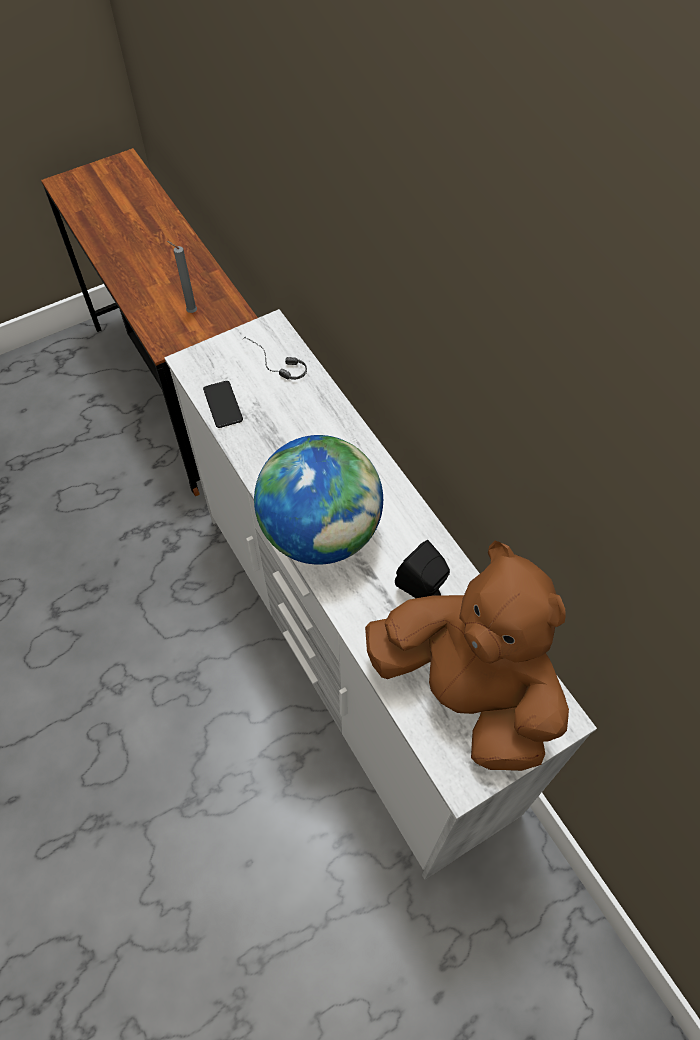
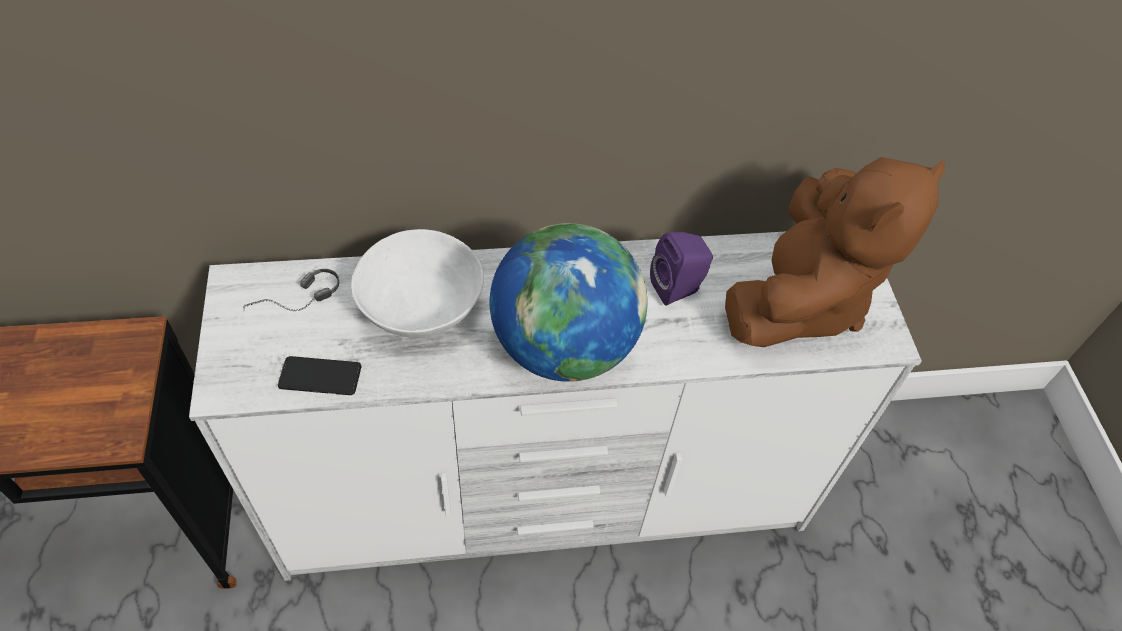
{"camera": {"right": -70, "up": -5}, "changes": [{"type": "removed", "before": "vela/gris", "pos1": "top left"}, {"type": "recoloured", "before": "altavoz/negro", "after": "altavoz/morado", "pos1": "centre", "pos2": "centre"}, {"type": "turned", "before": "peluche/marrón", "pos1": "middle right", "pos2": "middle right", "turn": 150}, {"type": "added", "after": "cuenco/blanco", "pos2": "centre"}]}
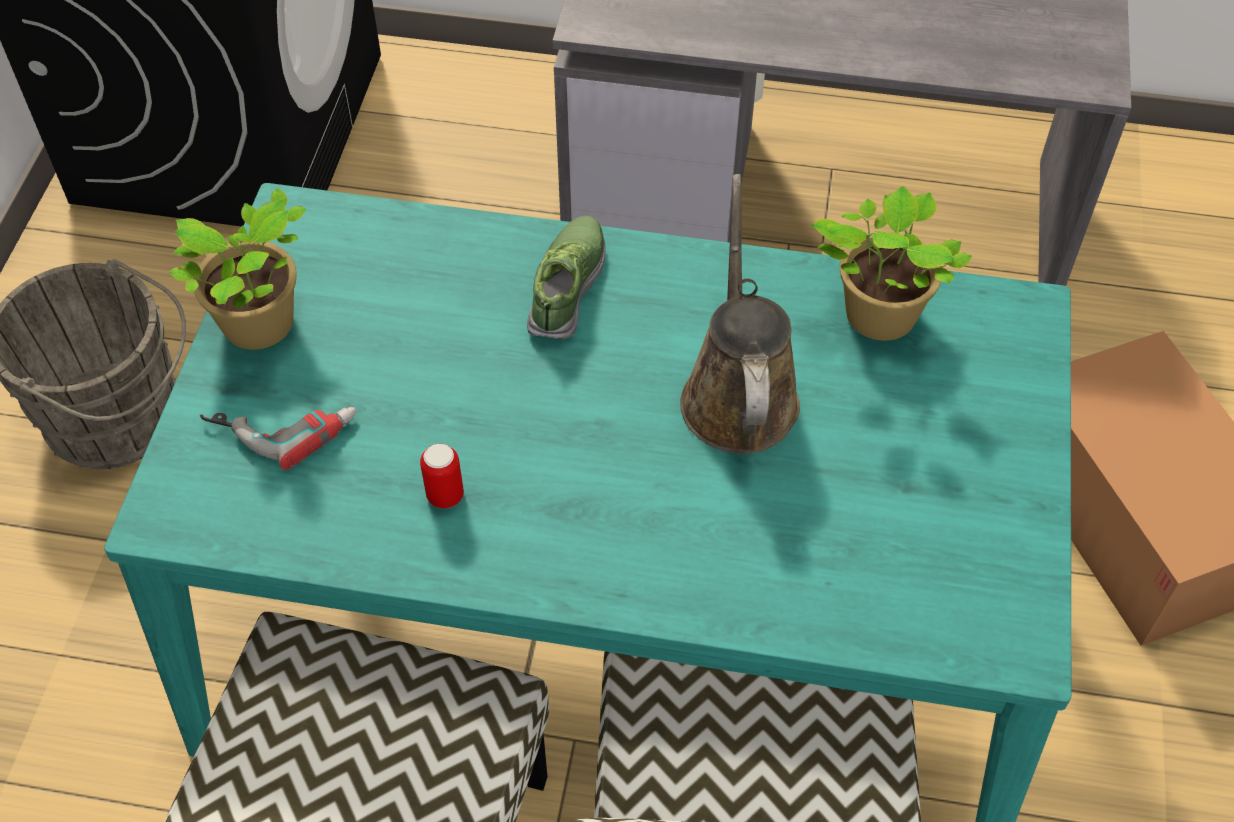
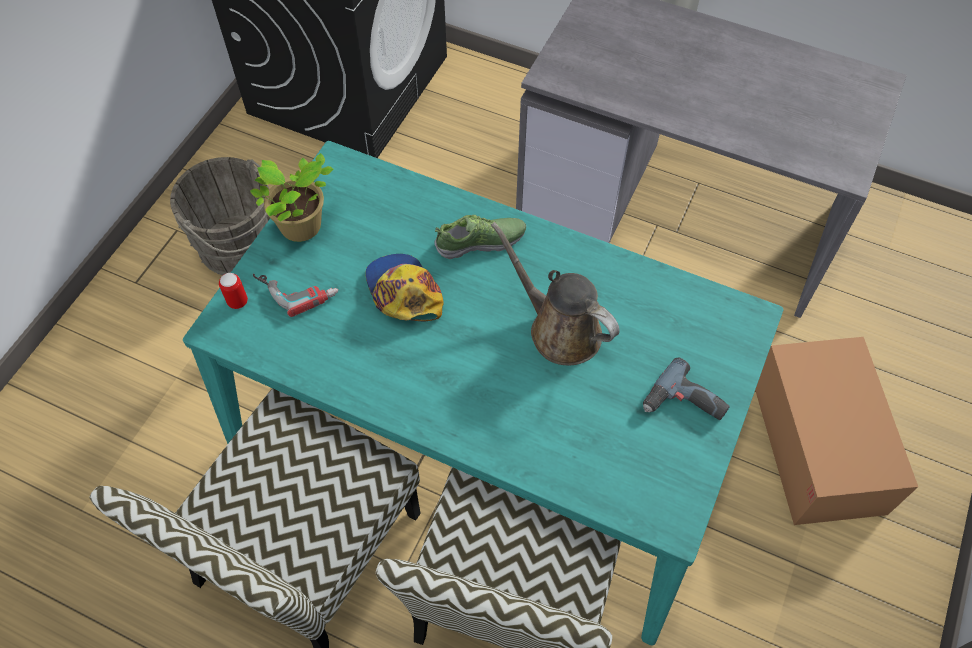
{"camera": {"right": 15, "up": 5}, "changes": [{"type": "turned", "before": "regadera/marrón", "pos1": "centre", "pos2": "centre", "turn": -60}, {"type": "removed", "before": "planta en maceta (2nd from left)", "pos1": "top right"}, {"type": "turned", "before": "zapato", "pos1": "centre", "pos2": "centre", "turn": 45}, {"type": "moved", "before": "lata", "pos1": "centre", "pos2": "middle left"}, {"type": "added", "after": "gorra", "pos2": "centre"}, {"type": "added", "after": "taladro (2nd from left)", "pos2": "middle right"}]}
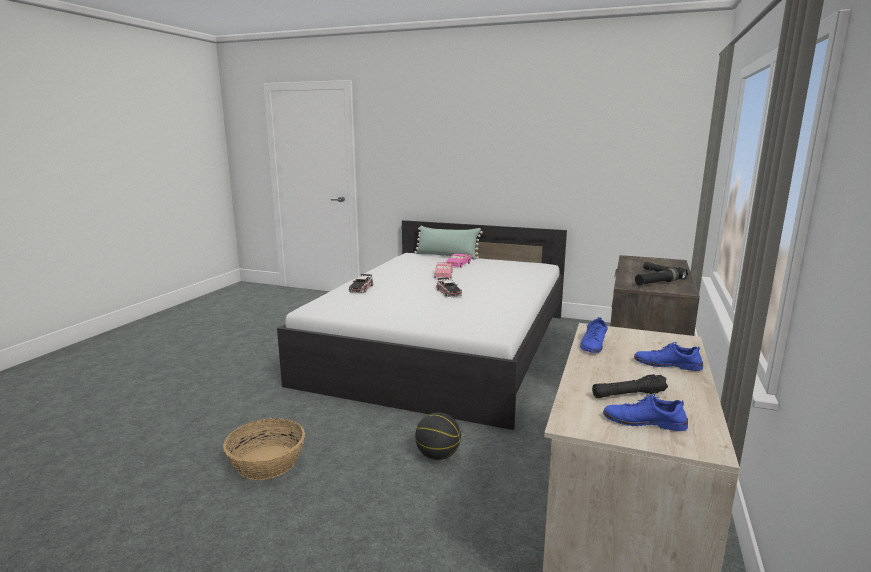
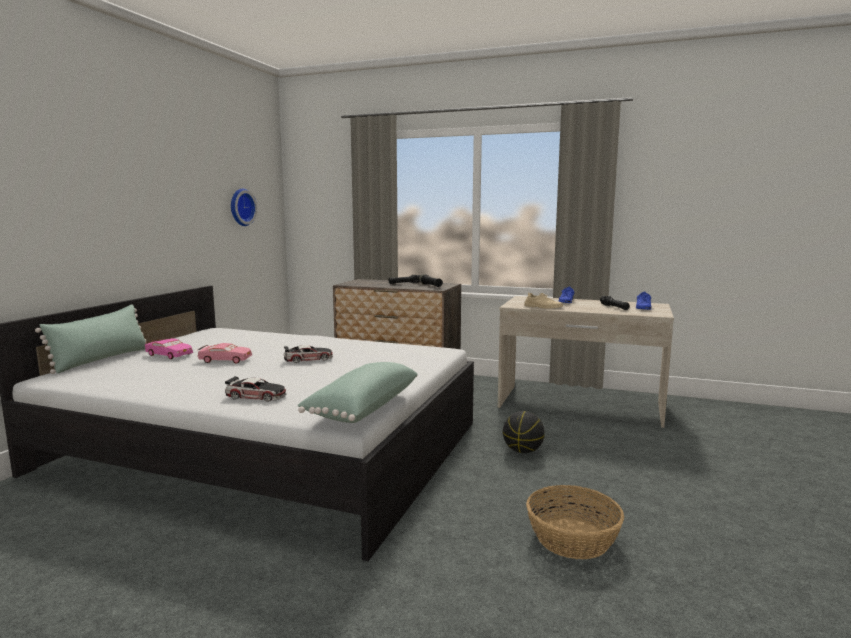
{"camera": {"right": -90, "up": -5}, "changes": [{"type": "recoloured", "before": "zapato/azul (1st from left)", "after": "zapato/beis", "pos1": "middle right", "pos2": "centre"}, {"type": "added", "after": "reloj de pared", "pos2": "top left"}, {"type": "added", "after": "cojín/verde (2nd from left)", "pos2": "centre"}]}
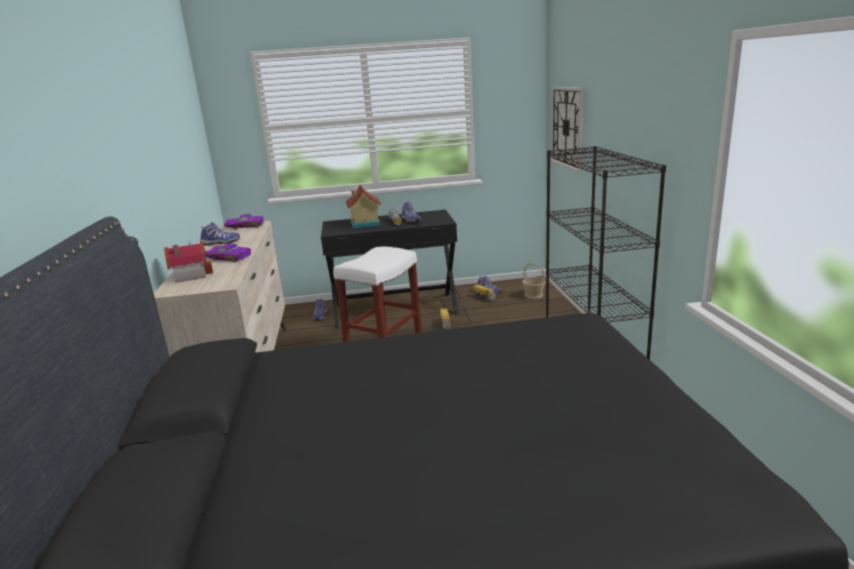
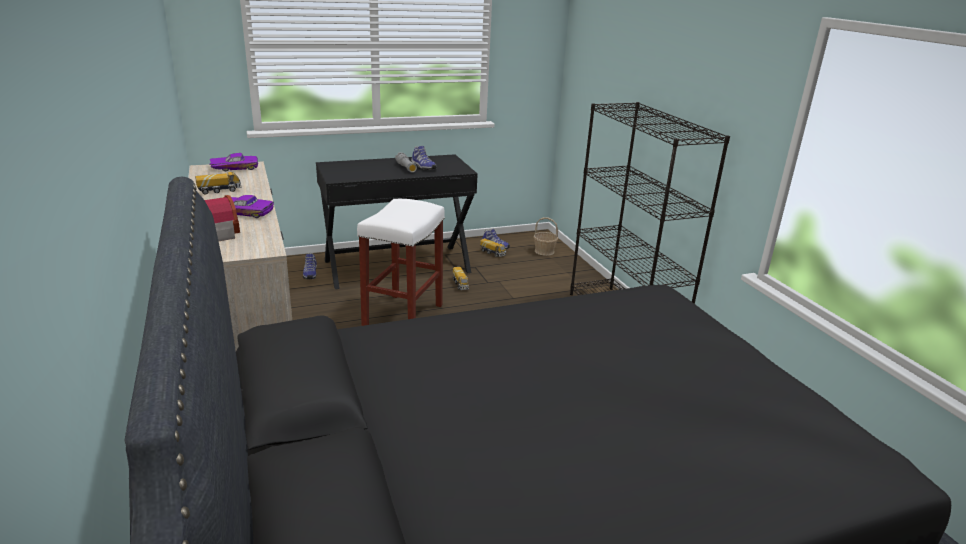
{"camera": {"right": -15, "up": 5}, "changes": [{"type": "removed", "before": "reloj de pared", "pos1": "top centre"}, {"type": "removed", "before": "casita (2nd from left)", "pos1": "centre"}, {"type": "replaced", "before": "zapato (1st from left)", "after": "camión de juguete (1st from left)", "pos1": "middle left", "pos2": "middle left"}]}
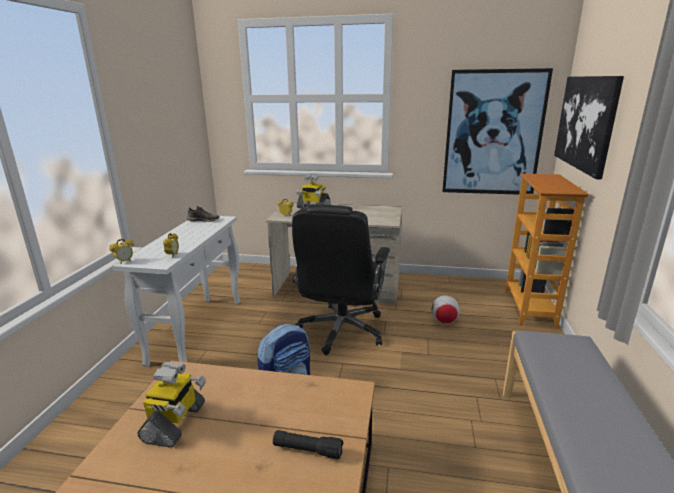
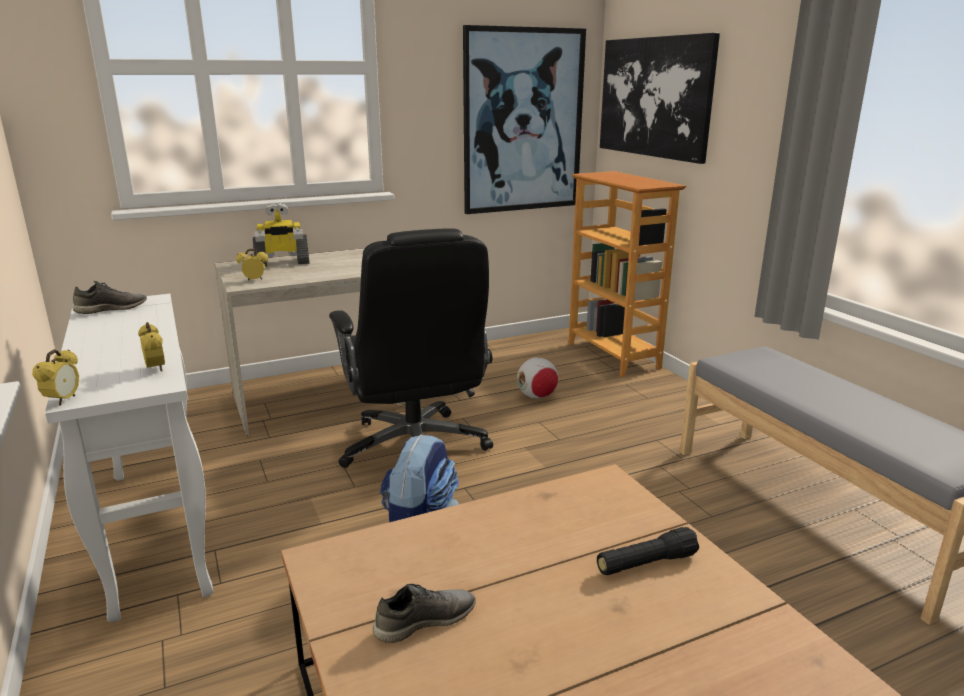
{"camera": {"right": -35, "up": 0}, "changes": [{"type": "replaced", "before": "robot de juguete (1st from left)", "after": "zapato/gris (2nd from left)", "pos1": "bottom left", "pos2": "bottom centre"}]}
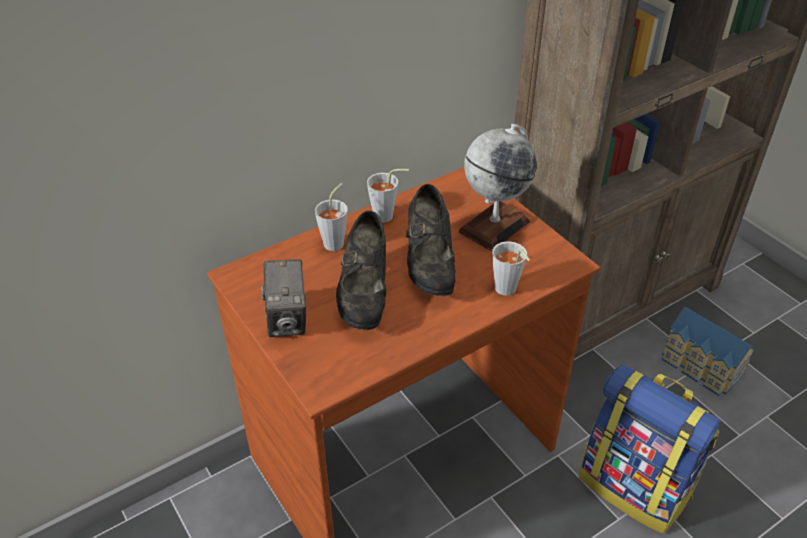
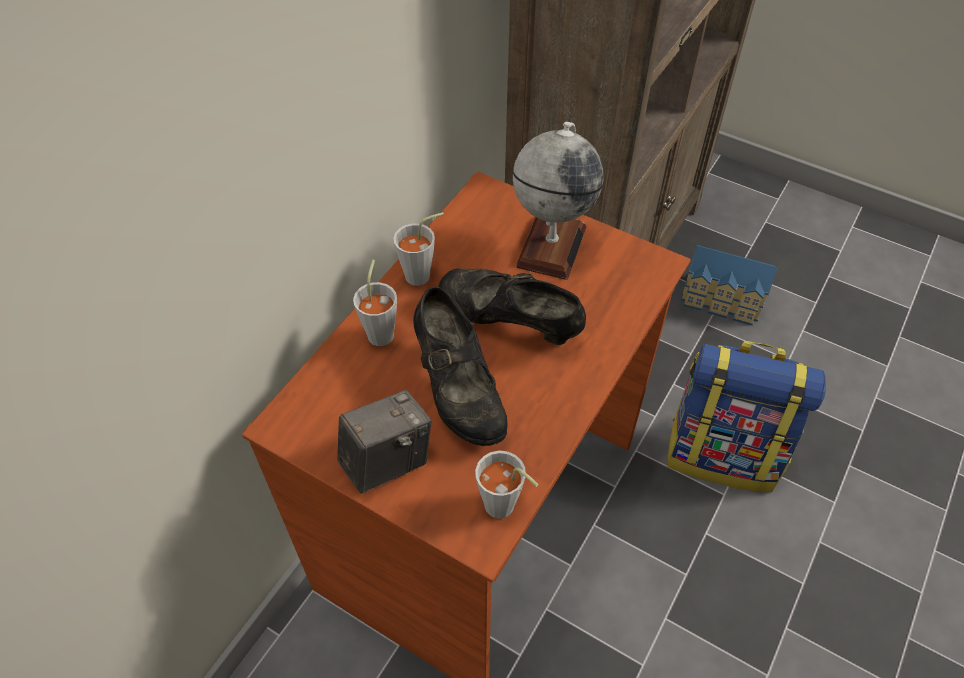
{"camera": {"right": -25, "up": 10}, "changes": [{"type": "turned", "before": "zapato/negro (2nd from left)", "pos1": "centre", "pos2": "centre", "turn": 150}, {"type": "moved", "before": "taza/gris (3rd from left)", "pos1": "centre", "pos2": "bottom centre"}, {"type": "turned", "before": "cámara", "pos1": "centre", "pos2": "centre", "turn": -90}]}
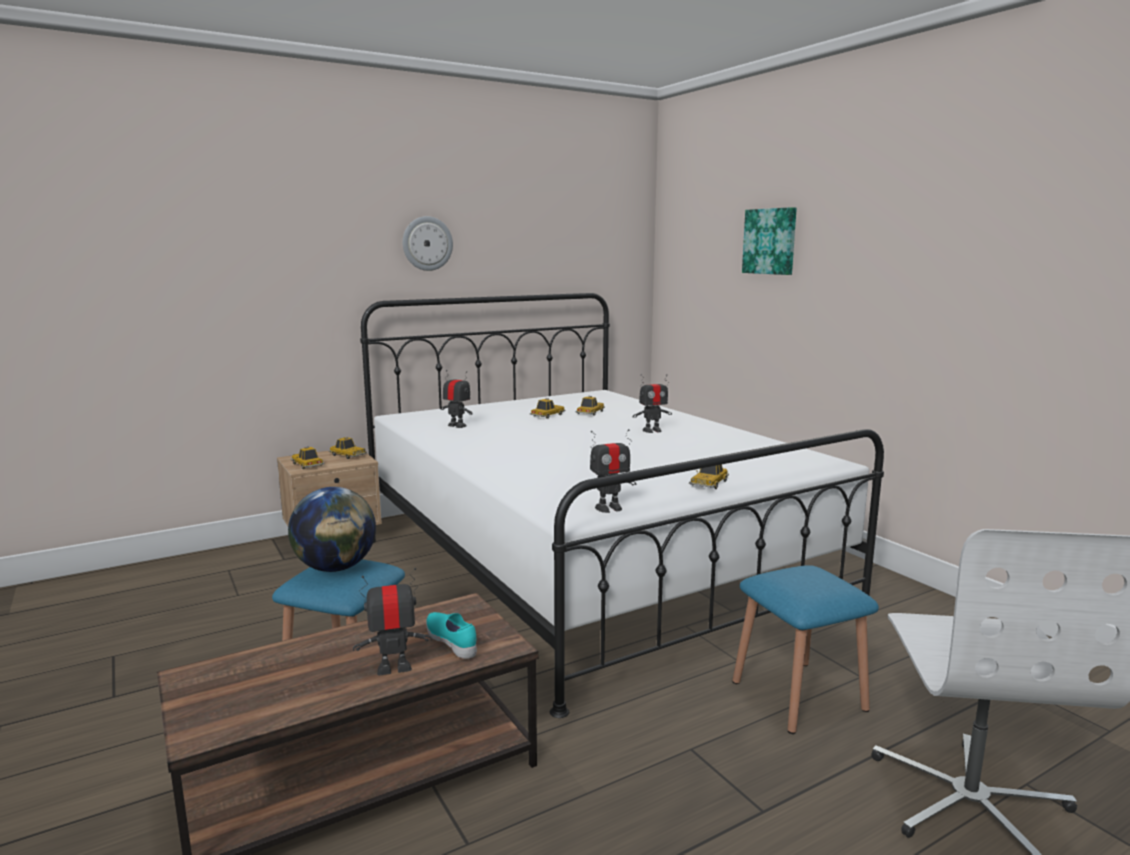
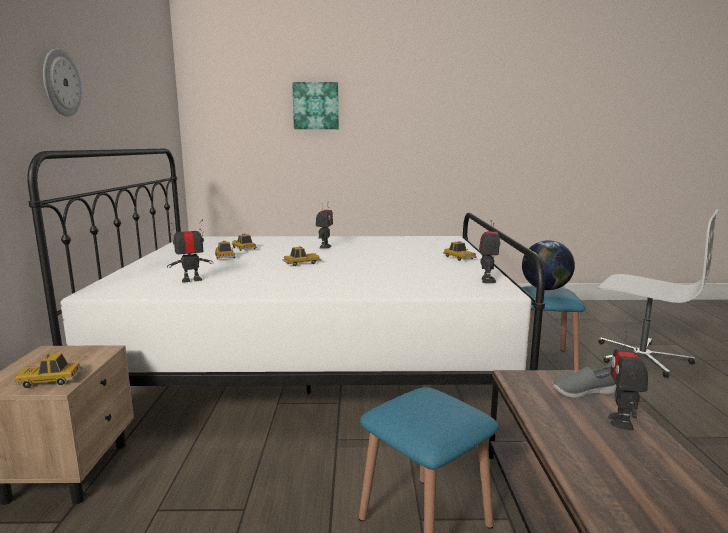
{"camera": {"right": -60, "up": 0}, "changes": [{"type": "moved", "before": "coche de juguete (2nd from left in the first image)", "after": "coche de juguete (4th from left)", "pos1": "middle left", "pos2": "centre"}, {"type": "moved", "before": "globo terráqueo", "pos1": "middle left", "pos2": "middle right"}, {"type": "recoloured", "before": "zapato/turquesa", "after": "zapato/gris", "pos1": "bottom centre", "pos2": "bottom right"}]}
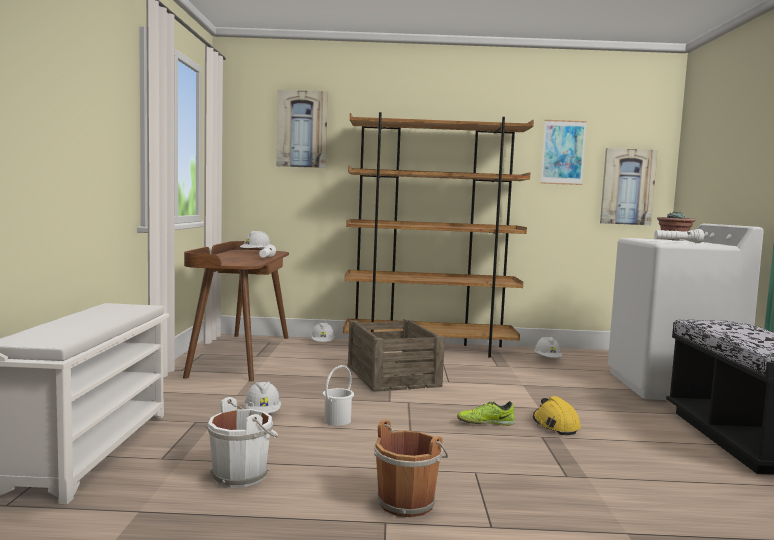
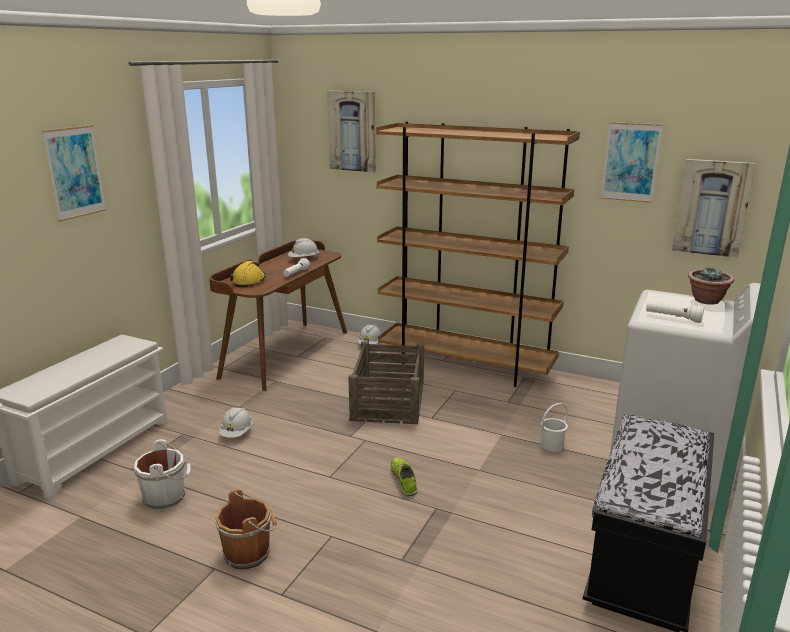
{"camera": {"right": 25, "up": 15}, "changes": [{"type": "removed", "before": "casco/blanco (4th from left)", "pos1": "middle right"}, {"type": "moved", "before": "cubo/blanco (2nd from left)", "pos1": "bottom centre", "pos2": "bottom right"}, {"type": "moved", "before": "casco/amarillo", "pos1": "bottom right", "pos2": "middle left"}, {"type": "turned", "before": "zapato", "pos1": "bottom centre", "pos2": "bottom centre", "turn": 60}, {"type": "added", "after": "cuadro (1st from left)", "pos2": "top left"}]}
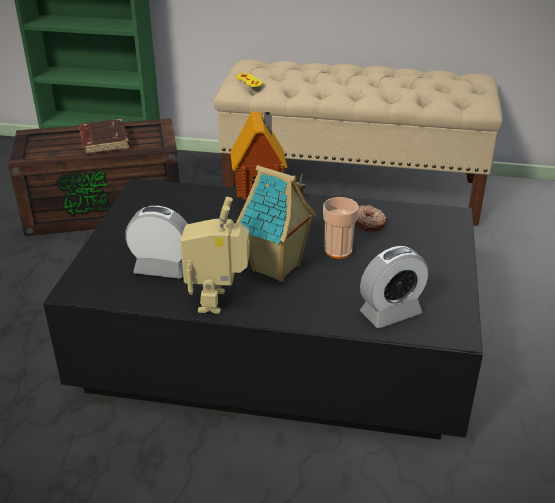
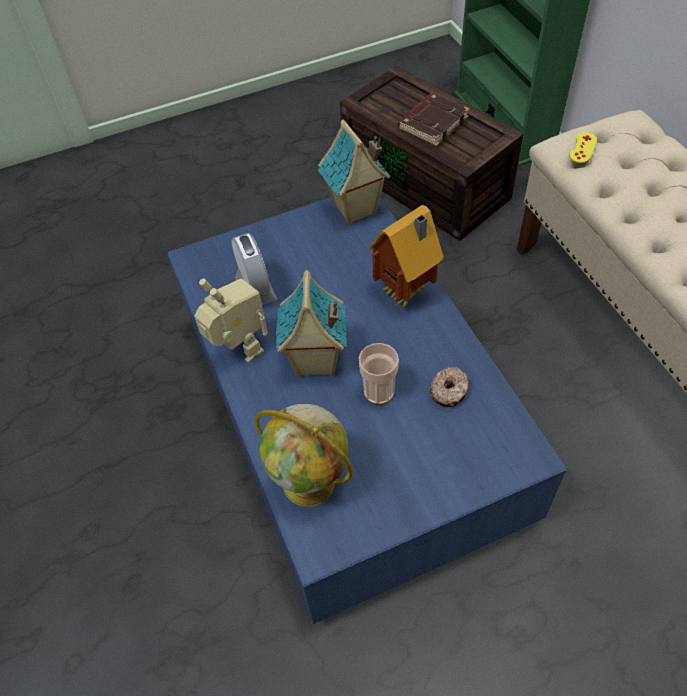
{"camera": {"right": 60, "up": 20}, "changes": [{"type": "recoloured", "before": "mesa de centro/negro", "after": "mesa de centro/azul", "pos1": "centre", "pos2": "centre"}, {"type": "turned", "before": "robot de juguete", "pos1": "centre", "pos2": "centre", "turn": 75}, {"type": "replaced", "before": "despertador (2nd from left)", "after": "globo terráqueo", "pos1": "middle right", "pos2": "centre"}, {"type": "added", "after": "casita (2nd from left)", "pos2": "top centre"}]}
